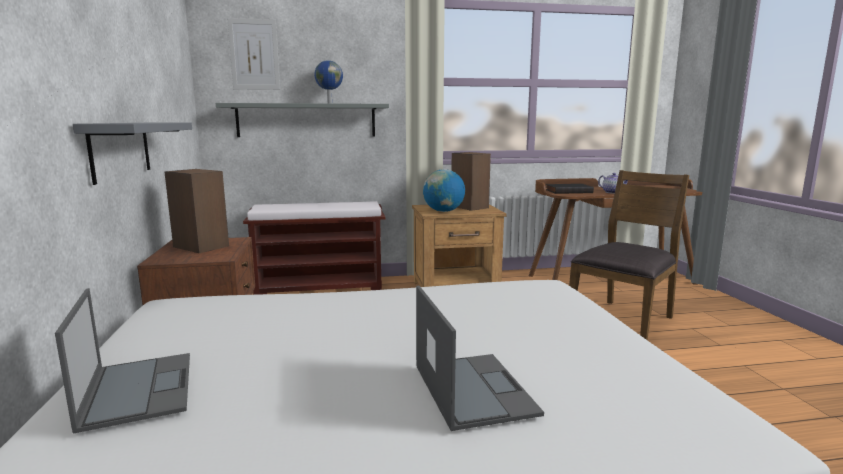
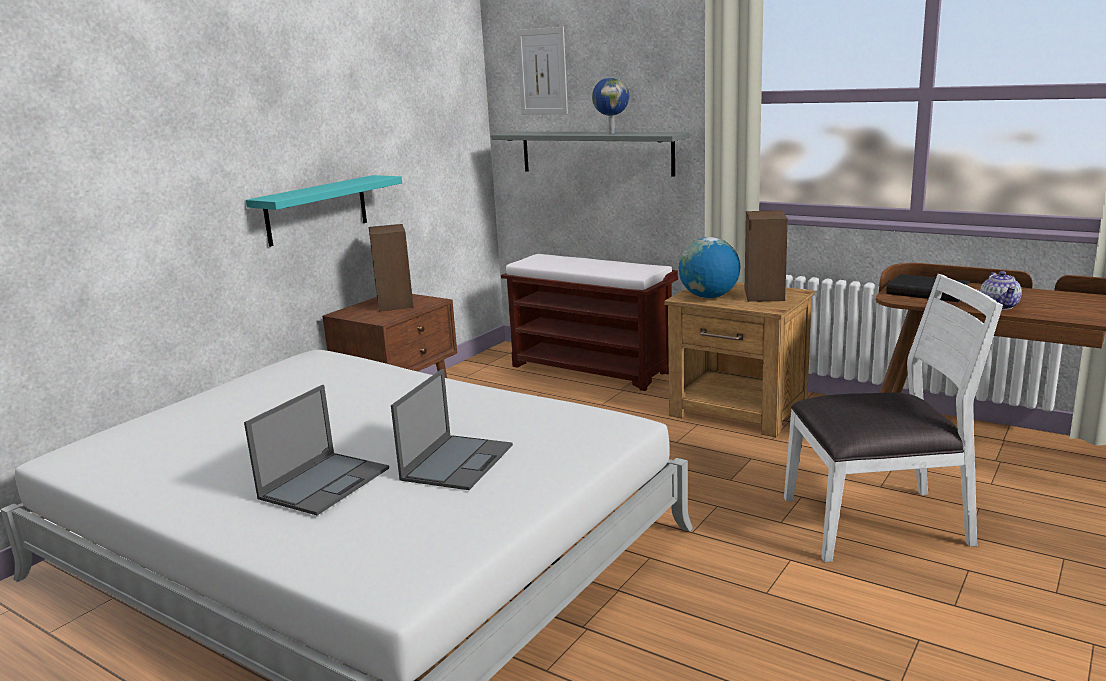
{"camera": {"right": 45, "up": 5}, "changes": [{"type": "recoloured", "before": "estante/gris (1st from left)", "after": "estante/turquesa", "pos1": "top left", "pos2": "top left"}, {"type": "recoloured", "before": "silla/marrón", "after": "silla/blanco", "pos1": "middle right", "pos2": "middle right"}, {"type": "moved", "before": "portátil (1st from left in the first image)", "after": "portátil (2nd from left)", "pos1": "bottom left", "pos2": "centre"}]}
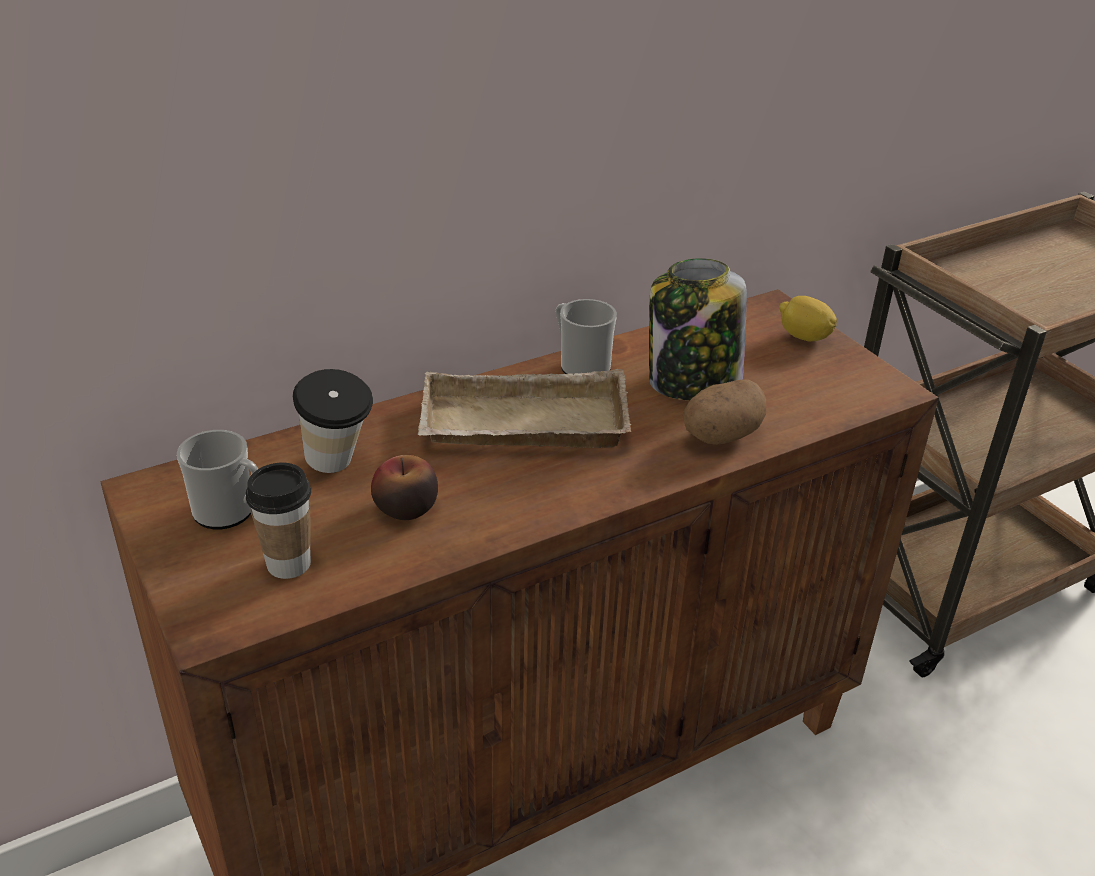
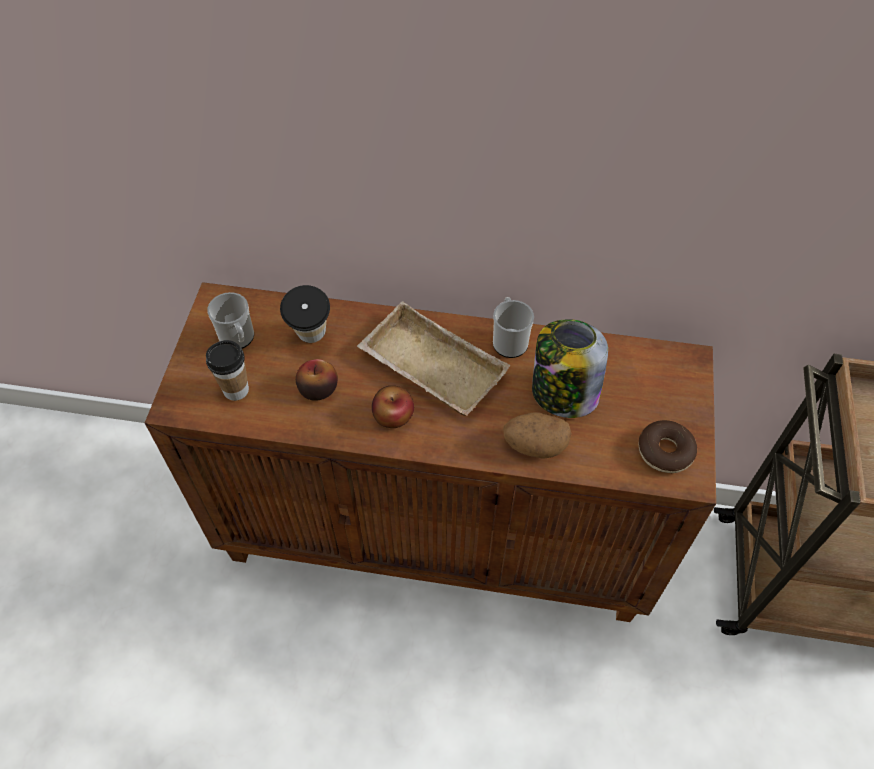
{"camera": {"right": 40, "up": 20}, "changes": [{"type": "removed", "before": "limón", "pos1": "middle right"}, {"type": "added", "after": "manzana (2nd from left)", "pos2": "centre"}, {"type": "added", "after": "rosquilla", "pos2": "middle right"}]}
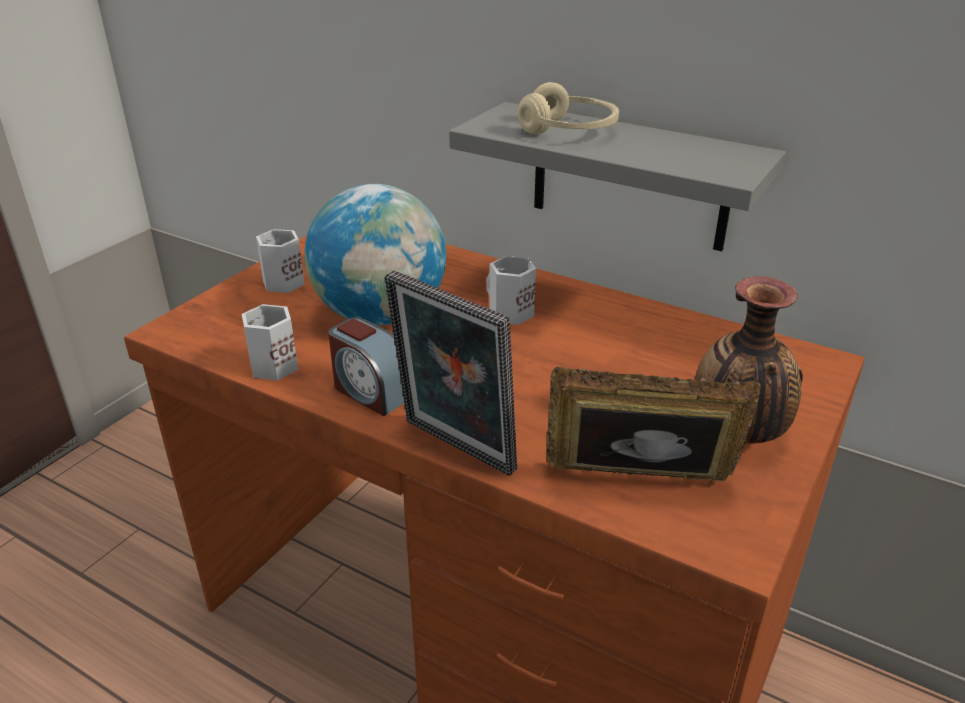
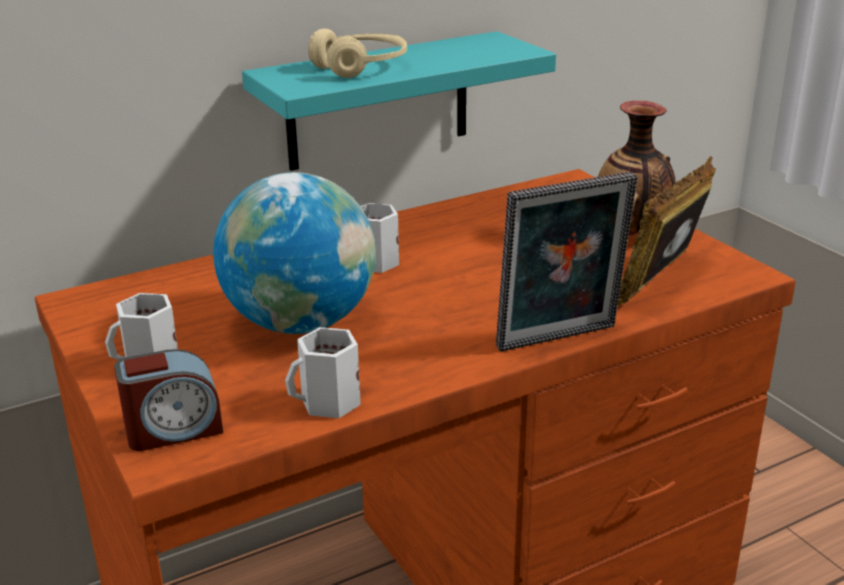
{"camera": {"right": -60, "up": -5}, "changes": [{"type": "recoloured", "before": "estante/gris", "after": "estante/turquesa", "pos1": "top centre", "pos2": "top centre"}, {"type": "moved", "before": "despertador", "pos1": "centre", "pos2": "bottom left"}]}
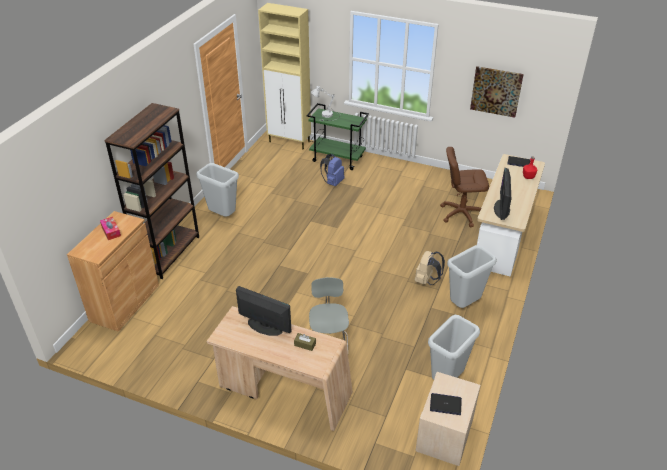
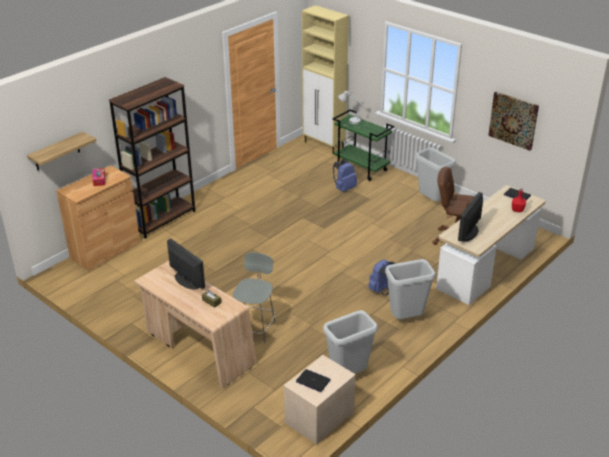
{"camera": {"right": 20, "up": -5}, "changes": [{"type": "moved", "before": "papelera/gris (1st from left in the first image)", "after": "papelera/gris (3rd from left)", "pos1": "middle left", "pos2": "middle right"}, {"type": "recoloured", "before": "mochila/beis", "after": "mochila/azul (2nd from left)", "pos1": "centre", "pos2": "centre"}, {"type": "added", "after": "estante", "pos2": "top left"}]}
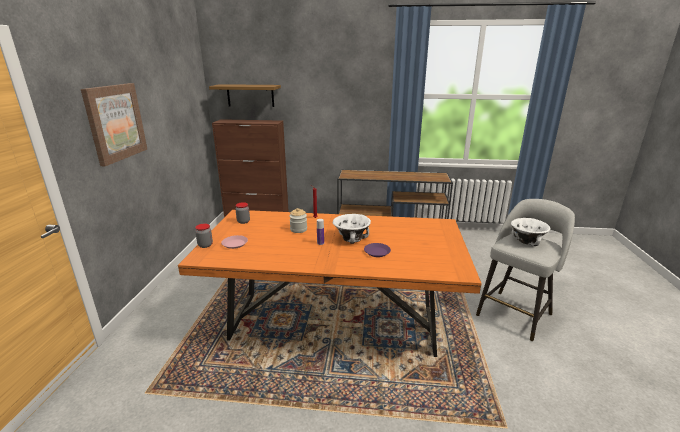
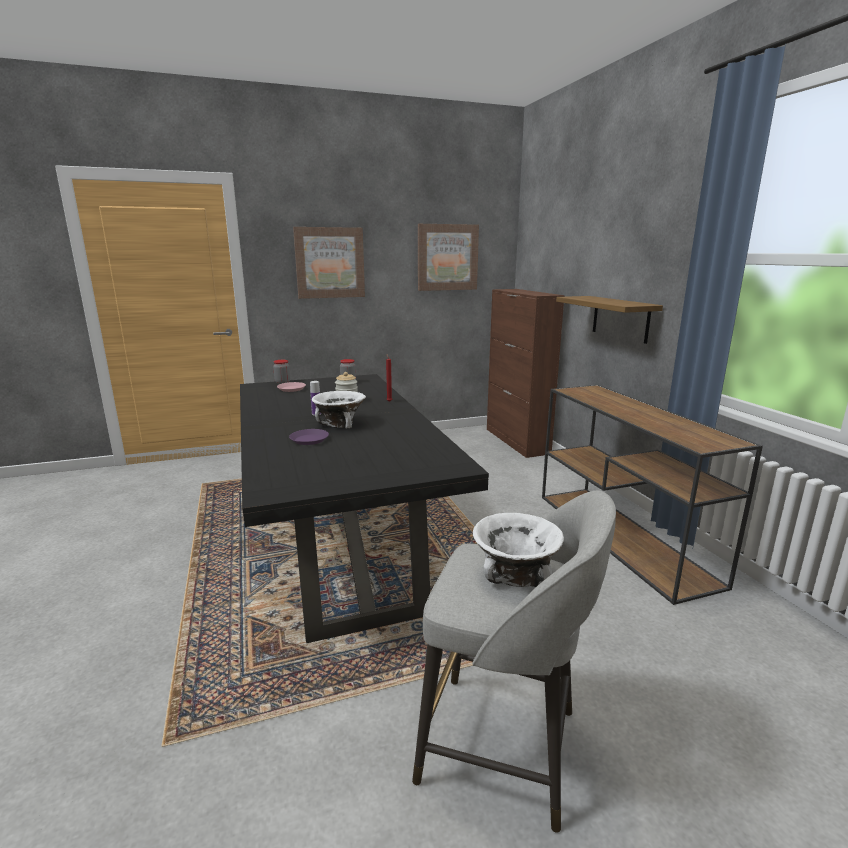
{"camera": {"right": 65, "up": -5}, "changes": [{"type": "moved", "before": "estante", "pos1": "top centre", "pos2": "middle right"}, {"type": "recoloured", "before": "mesa de comedor/naranja", "after": "mesa de comedor/negro", "pos1": "centre", "pos2": "centre"}, {"type": "added", "after": "cuadro (2nd from left)", "pos2": "top centre"}]}
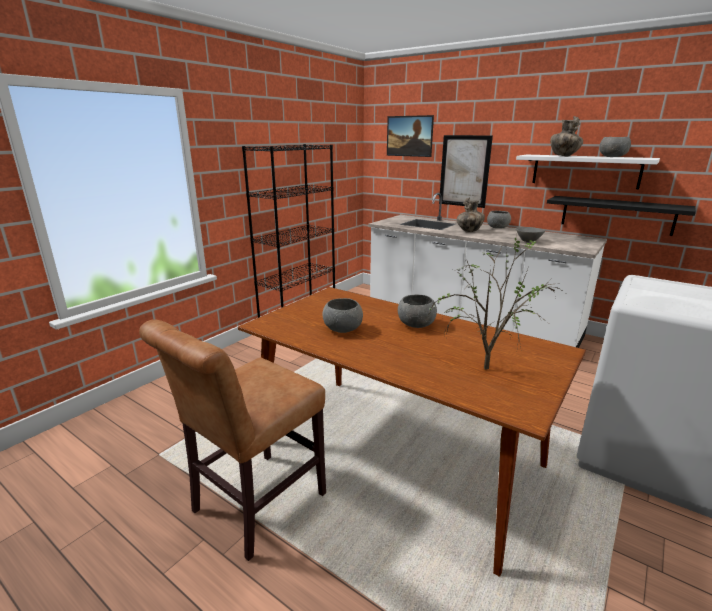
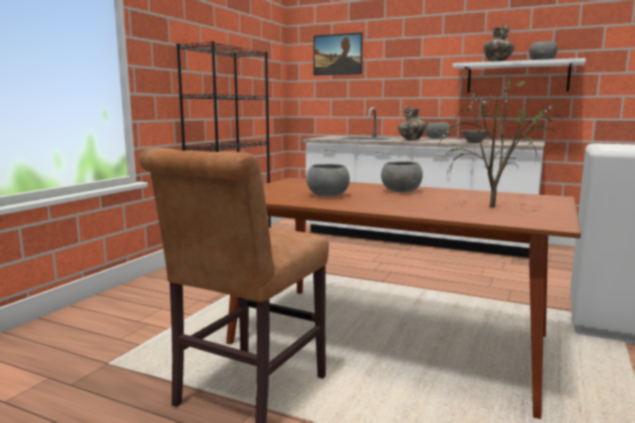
{"camera": {"right": -10, "up": -10}, "changes": [{"type": "removed", "before": "cuadro (2nd from left)", "pos1": "top centre"}, {"type": "removed", "before": "estante/negro", "pos1": "middle right"}]}
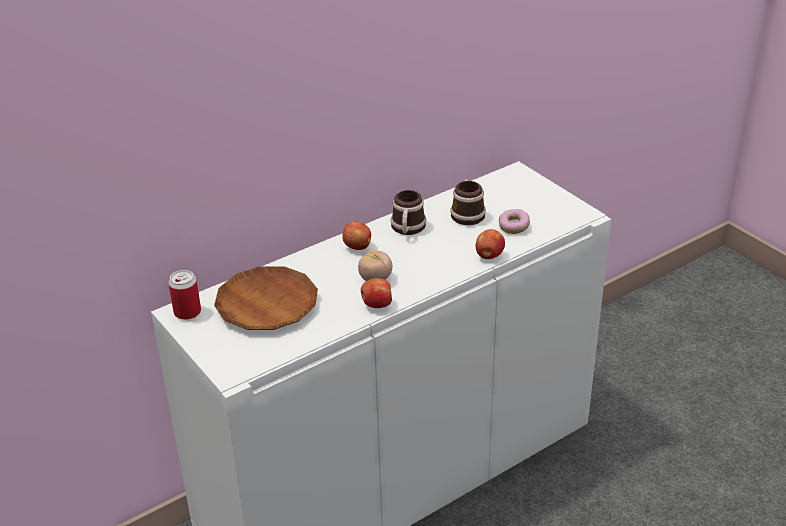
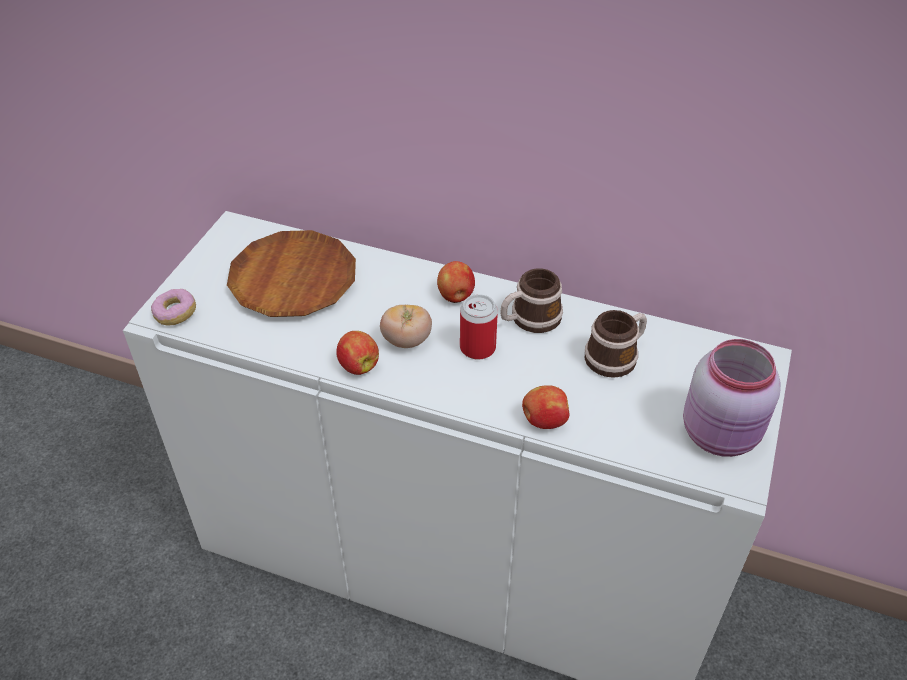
{"camera": {"right": 55, "up": 10}, "changes": [{"type": "moved", "before": "rosquilla", "pos1": "centre", "pos2": "middle left"}, {"type": "moved", "before": "lata", "pos1": "middle left", "pos2": "centre"}, {"type": "added", "after": "tarro/rosa", "pos2": "middle right"}]}
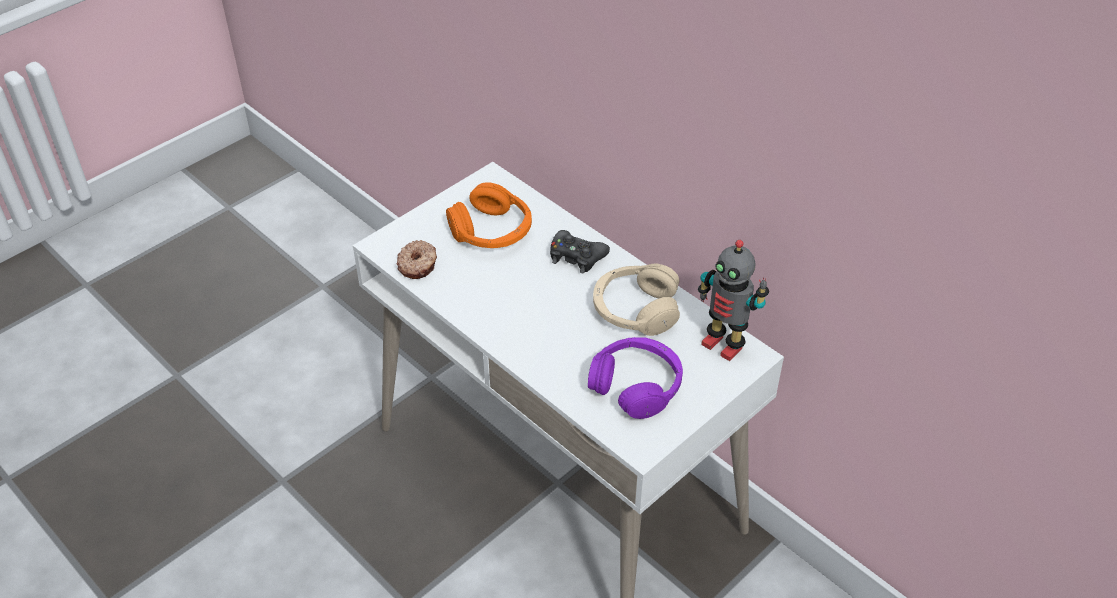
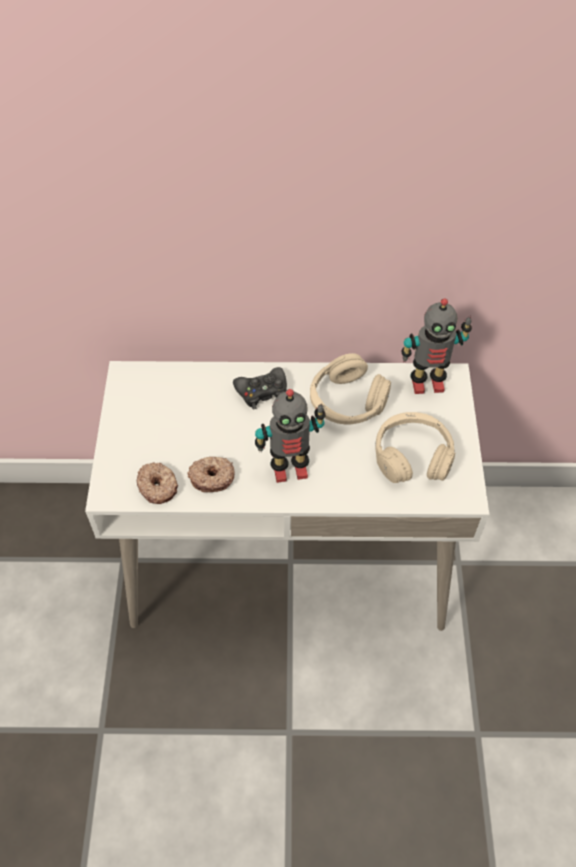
{"camera": {"right": -45, "up": 10}, "changes": [{"type": "removed", "before": "auriculares/naranja", "pos1": "centre"}, {"type": "recoloured", "before": "auriculares/morado", "after": "auriculares/beis (2nd from left)", "pos1": "centre", "pos2": "middle right"}, {"type": "added", "after": "robot de juguete (1st from left)", "pos2": "centre"}, {"type": "added", "after": "rosquilla (2nd from left)", "pos2": "centre"}]}
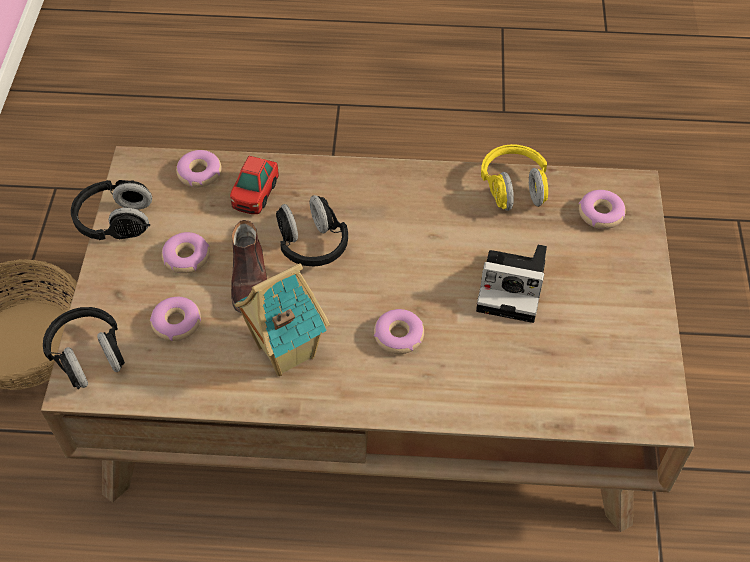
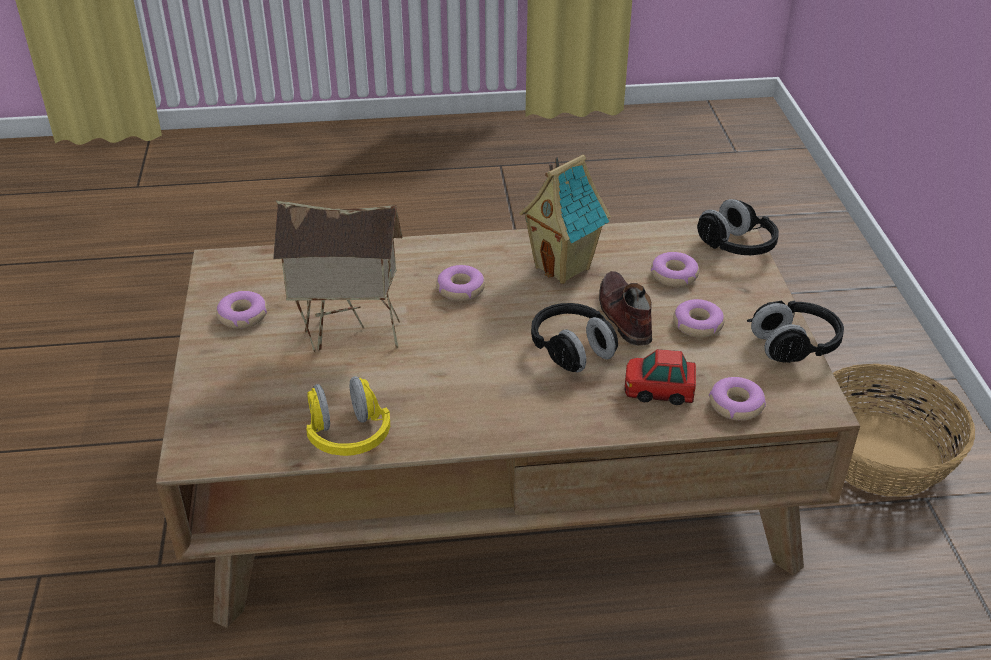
{"camera": {"right": 170, "up": -15}, "changes": [{"type": "turned", "before": "coche de juguete", "pos1": "top centre", "pos2": "centre", "turn": -90}, {"type": "moved", "before": "rosquilla (5th from left in the first image)", "after": "rosquilla (1st from left)", "pos1": "middle right", "pos2": "middle left"}, {"type": "replaced", "before": "cámara", "after": "casita (1st from left)", "pos1": "middle right", "pos2": "centre"}]}
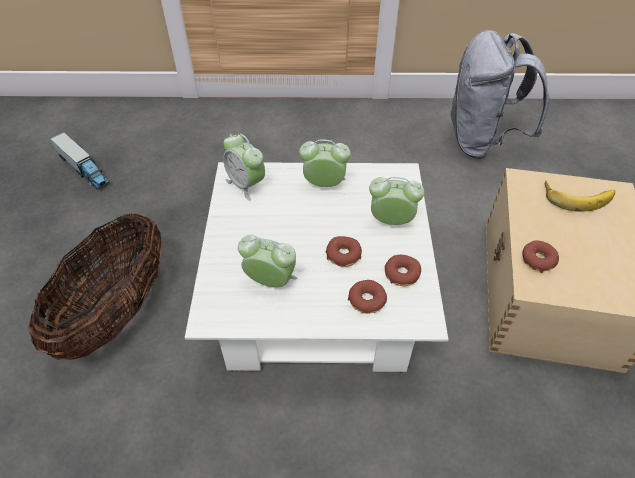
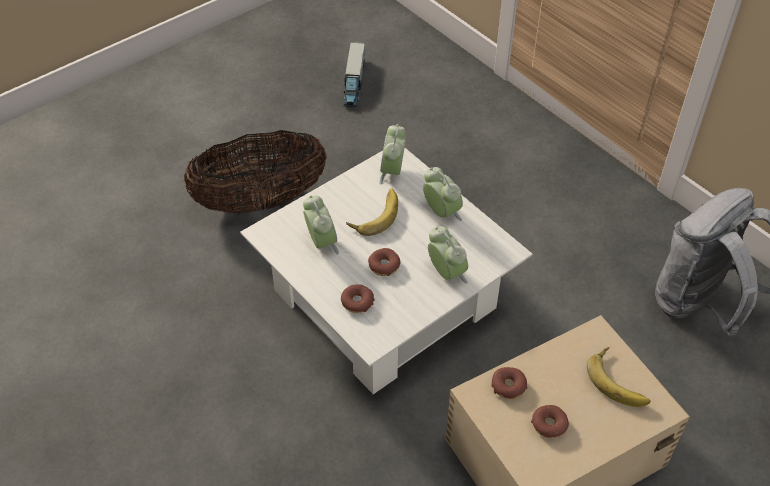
{"camera": {"right": 50, "up": 0}, "changes": [{"type": "moved", "before": "rosquilla (3rd from left in the first image)", "after": "rosquilla (4th from left)", "pos1": "centre", "pos2": "bottom right"}, {"type": "added", "after": "plátano (1st from left)", "pos2": "centre"}]}
